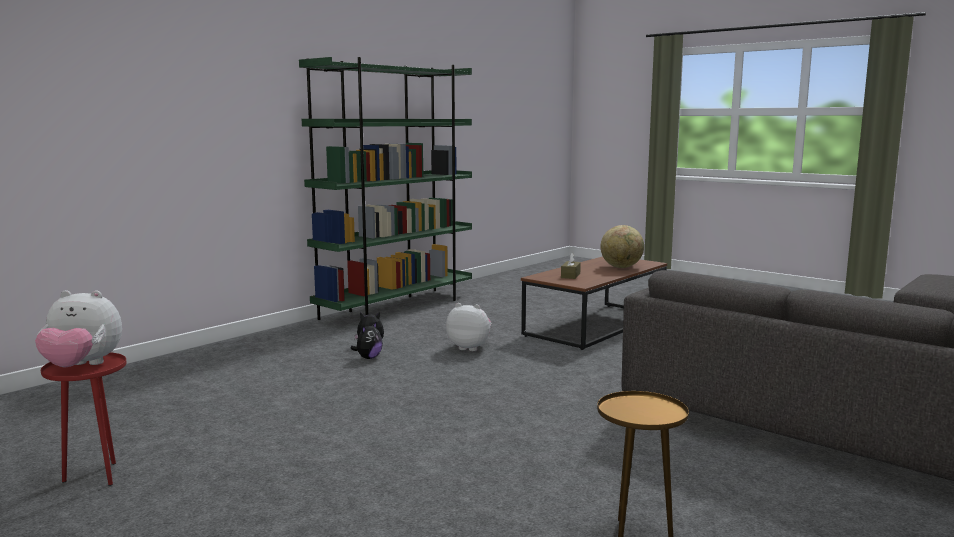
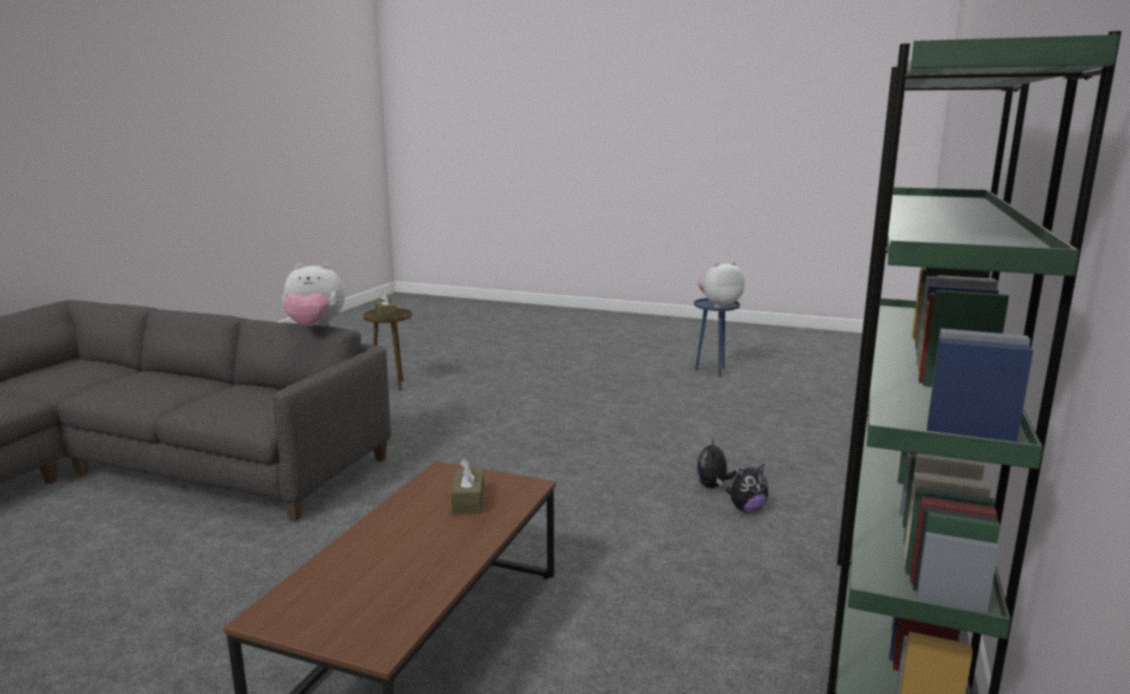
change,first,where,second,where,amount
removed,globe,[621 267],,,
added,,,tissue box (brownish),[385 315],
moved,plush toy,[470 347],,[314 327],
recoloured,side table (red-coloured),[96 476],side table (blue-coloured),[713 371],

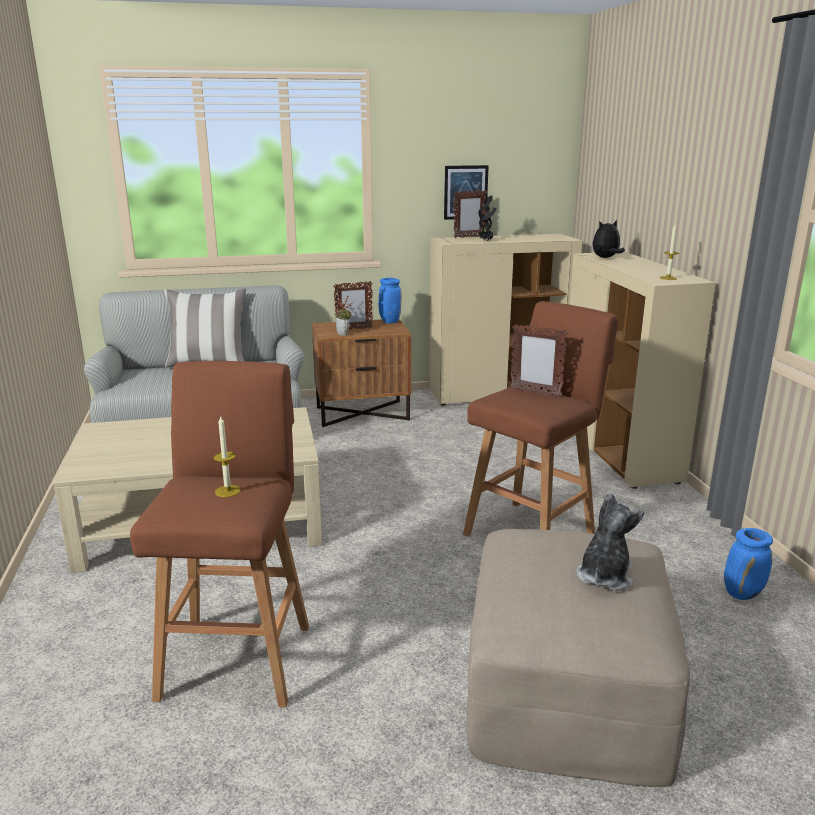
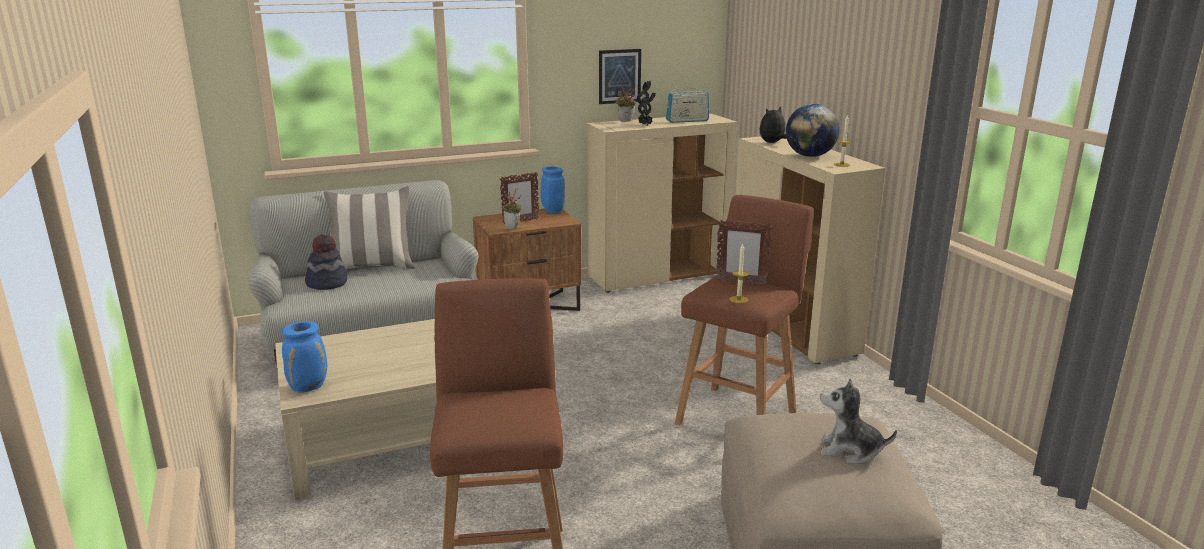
change,first,where,second,where,amount
added,,,wearable hat,[327 283],
added,,,radio set,[687 121],
added,,,globe,[810 156],
moved,wax candle,[227 491],,[738 299],
moved,flower vase (blue-coloured),[742 593],,[309 387],
replaced,standing frame,[469 237],houseplant,[625 121],
turned,plush toy,[604 576],,[850 451],90 degrees counterclockwise

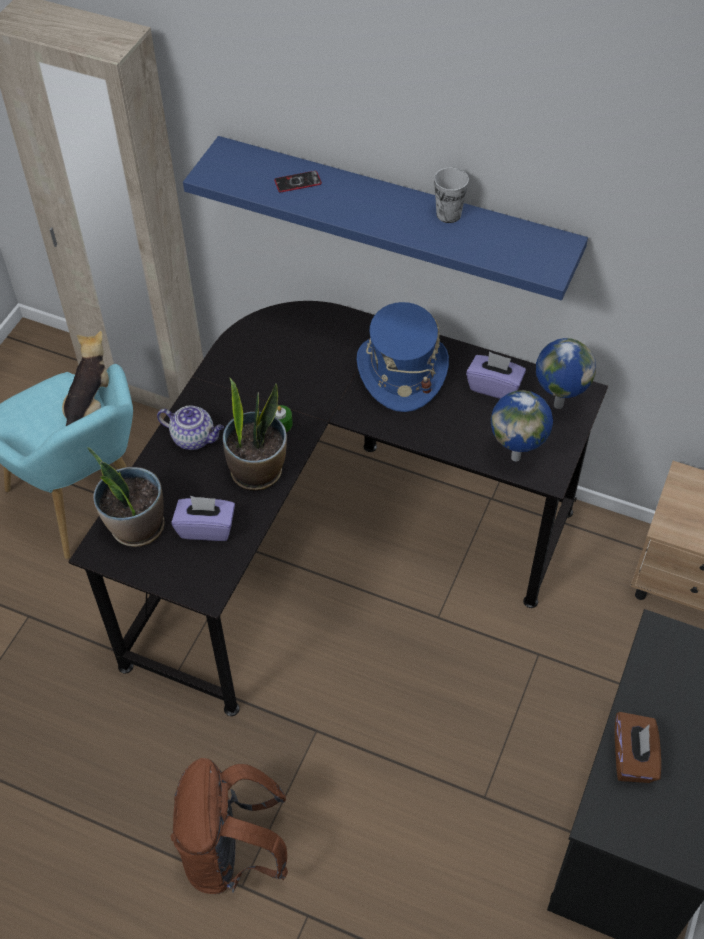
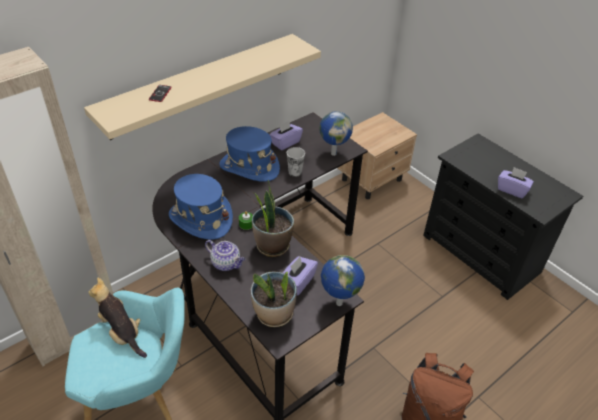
change,first,where,second,where,amount
added,,,wearable hat (blue-coloured),[200 219],
moved,small cup,[448 214],,[295 172],
moved,globe,[557 404],,[338 303],
recoloured,bracket shelf (blue-coloured),[395 211],bracket shelf (beige),[200 85],
recoloured,tissue box (brownish),[633 758],tissue box (purple-coloured),[512 190],
turned,tea pot,[194 438],,[226 264],75 degrees clockwise

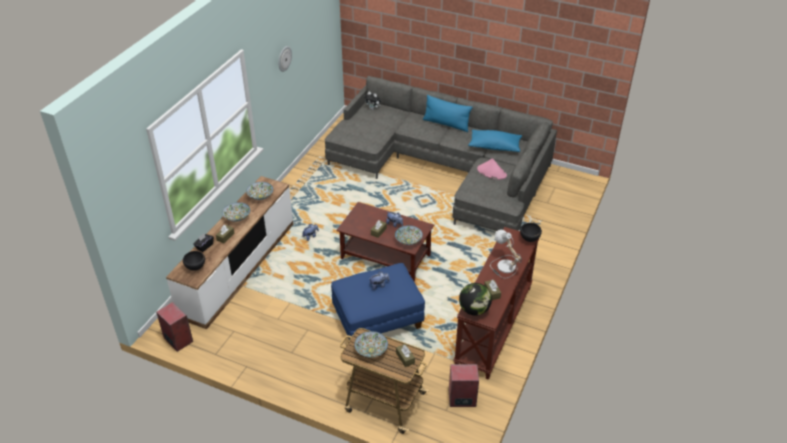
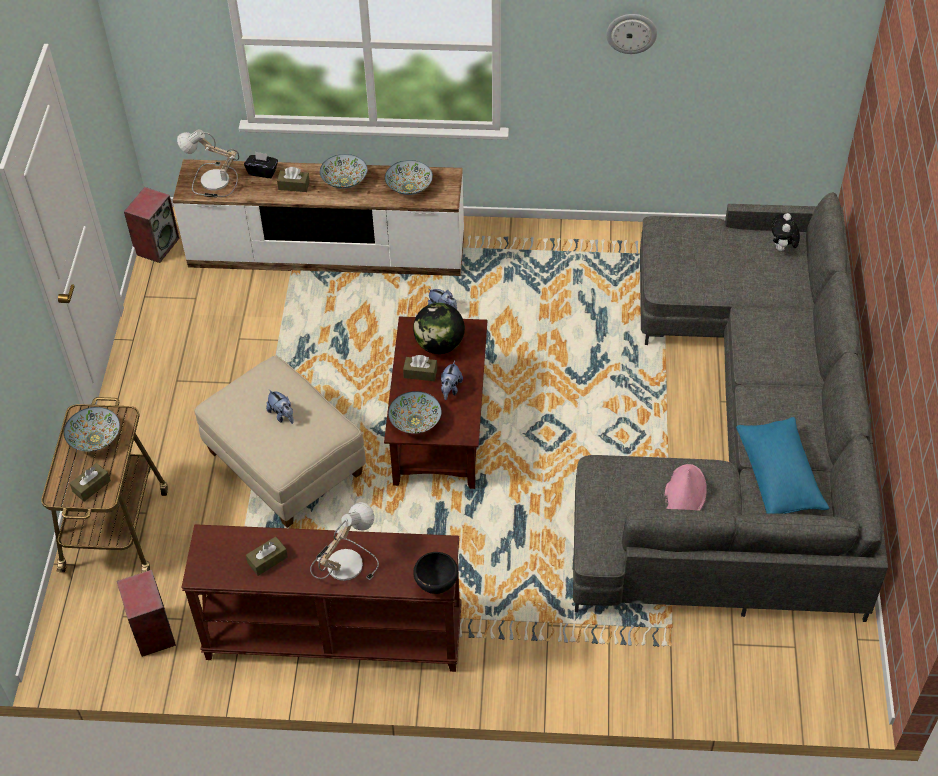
change,first,where,second,where,amount
removed,throw pillow (blue-coloured),[446 124],,,
moved,globe,[474 310],,[439 345],
replaced,deep dish (black-coloured),[196 268],tabletop lamp,[212 182],
recoloured,footrest (blue-coloured),[377 319],footrest (beige),[286 463],

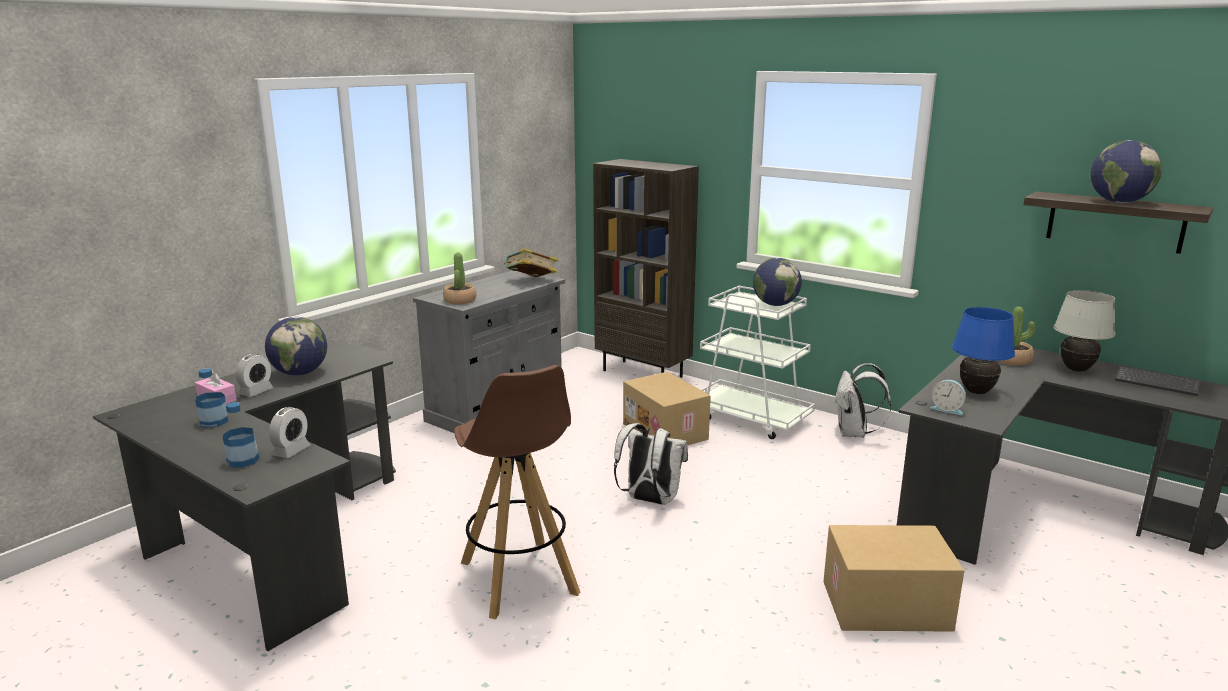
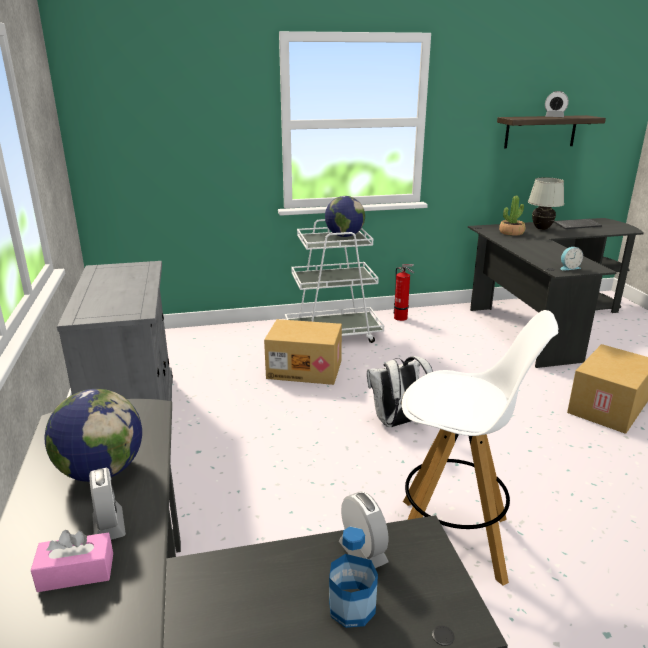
change,first,where,second,where,amount
removed,beverage bottle,[214 422],,,
removed,houseplant,[460 300],,,
removed,bound book,[531 281],,,
removed,shelving unit (brownish),[643 373],,,
removed,tabletop lamp (blue-coloured),[977 392],,,
replaced,knapsack (white-coloured),[854 433],fire-fighting cylinder,[402 318],
replaced,globe,[1119 202],bedside clock,[554 117],
recoloured,stool seat (brownish),[519 578],stool seat (white-coloured),[453 539],

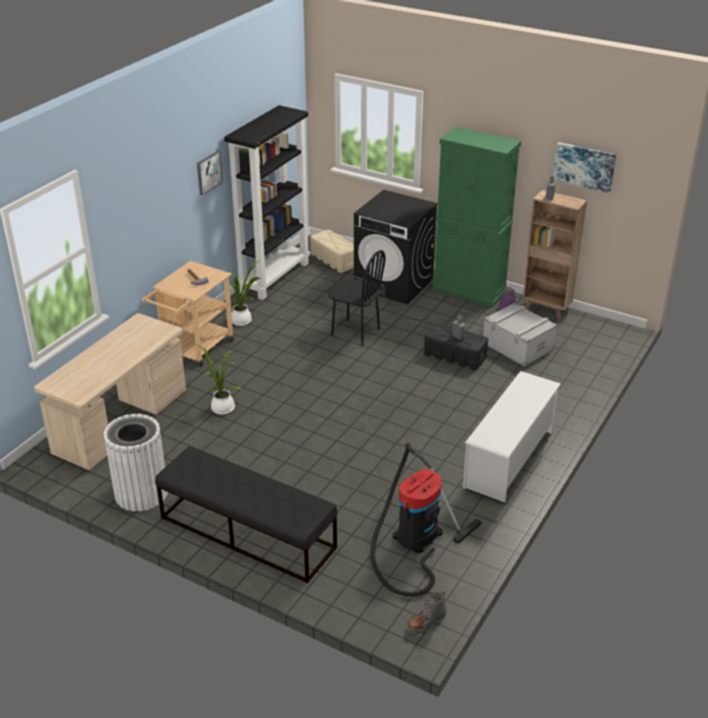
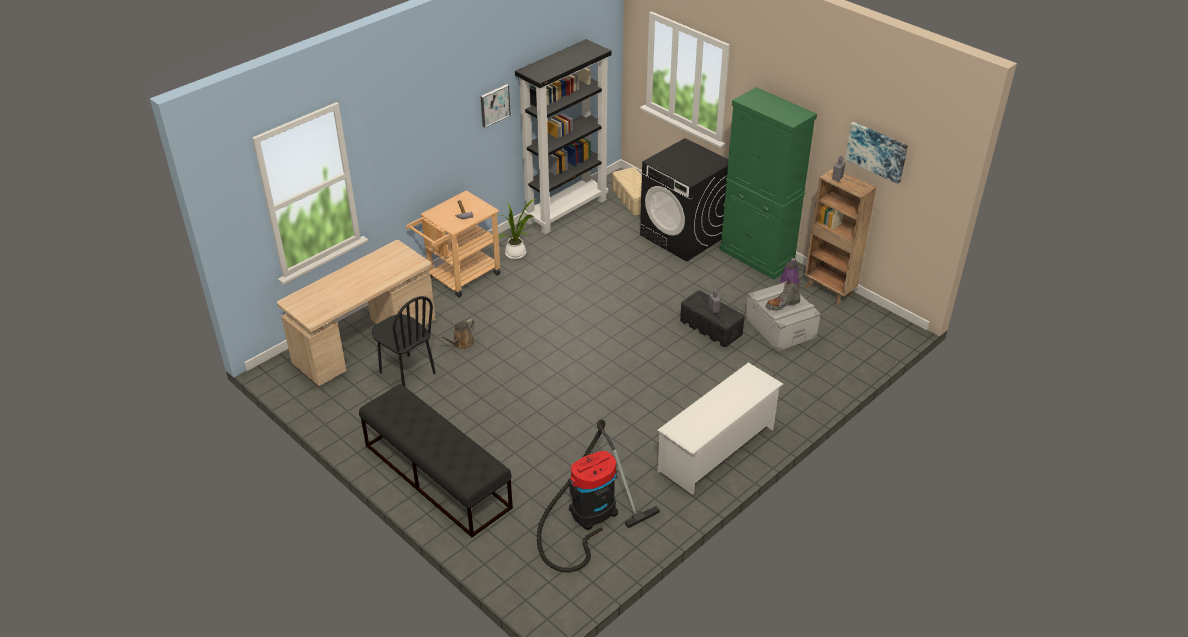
change,first,where,second,where,amount
removed,rubbish bin (white-coloured),[141 493],,,
moved,upright chair (black-coloured),[355 332],,[407 373],
moved,tall boot (grey),[425 622],,[782 304],
replaced,houseplant,[221 407],sprinkling can (brownish),[461 343],

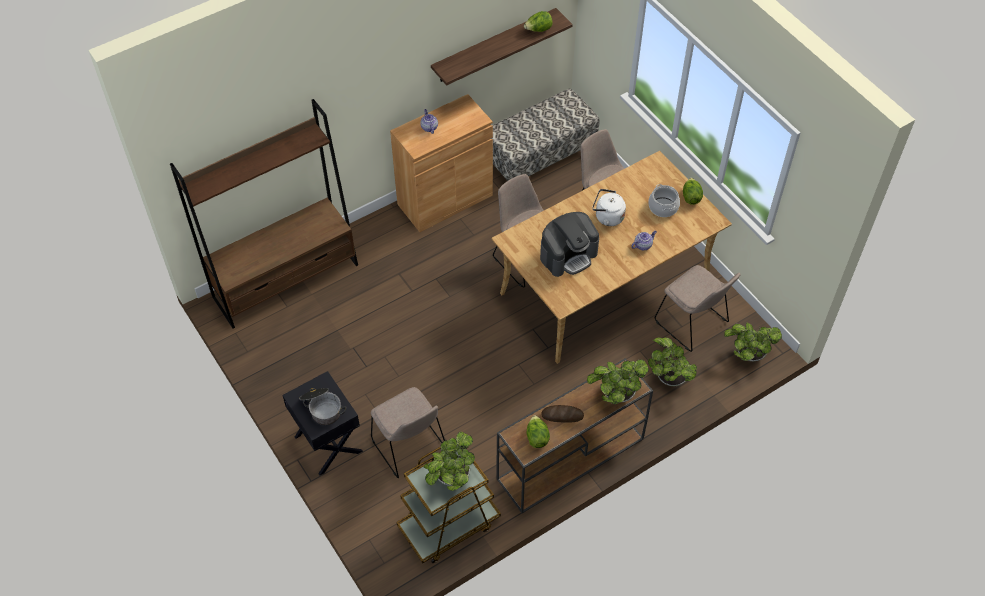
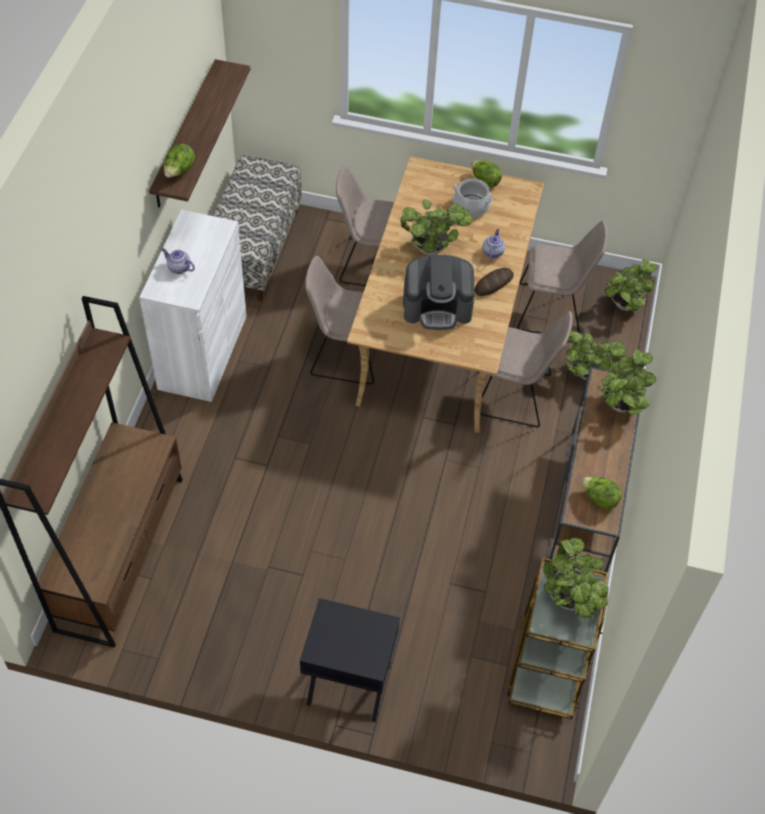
change,first,where,second,where,amount
removed,saucepot,[322 408],,,
moved,upright chair (beige),[410 446],,[516 395],
moved,lettuce,[538 30],,[179 171],
moved,bread,[562 415],,[493 284],
replaced,kettle (white-coloured),[607 217],houseplant,[433 248],
recoloured,cabinet (brownish),[445 200],cabinet (white-coloured),[203 352],
turned,coffee machine,[568 255],,[437 307],75 degrees clockwise

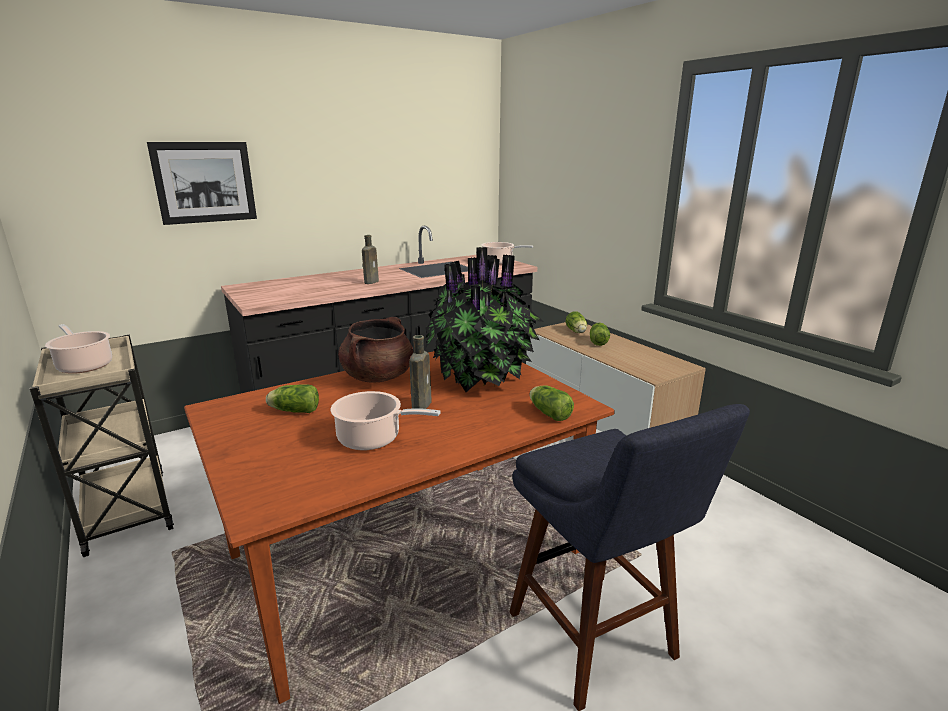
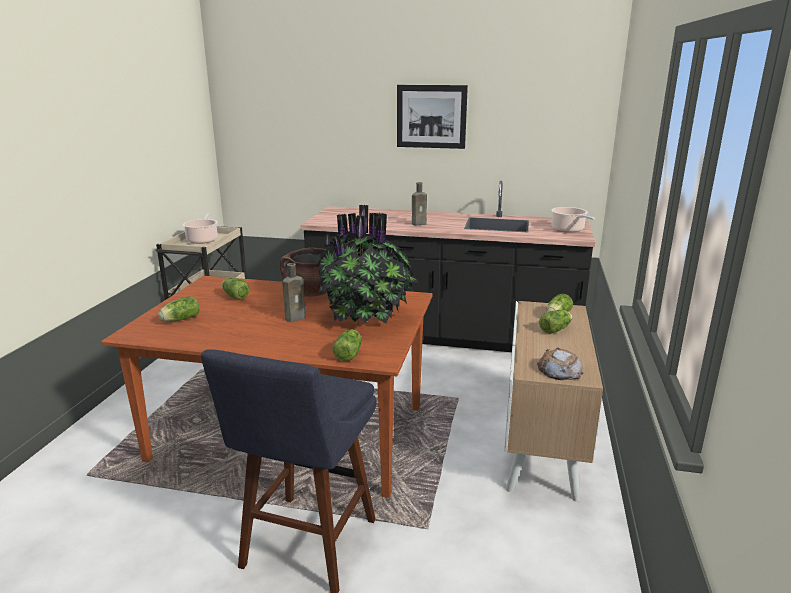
change,first,where,second,where,amount
removed,saucepot,[373 439],,,
added,,,lettuce,[179 320],
added,,,bread,[559 370],
moved,wall art,[205 182],,[431 116],

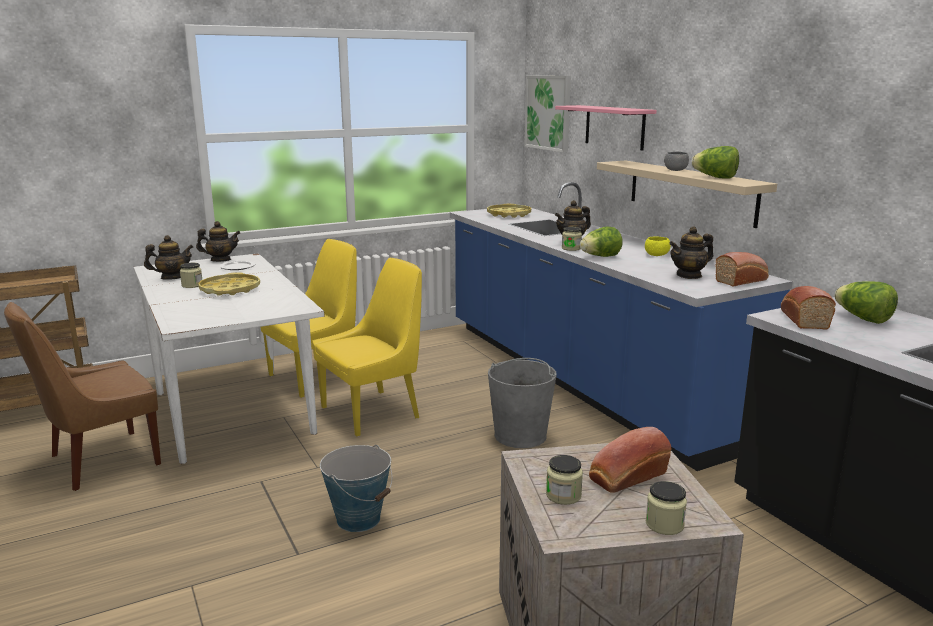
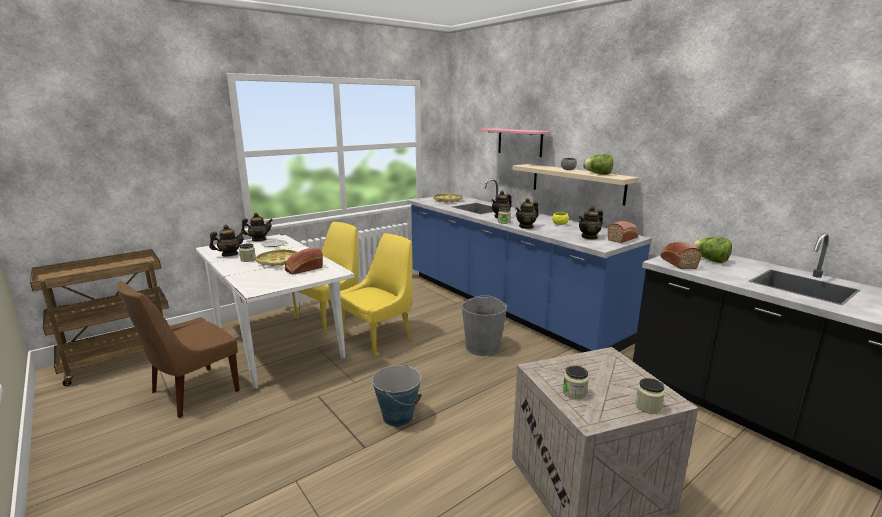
change,first,where,second,where,amount
removed,wall art,[548 112],,,
moved,bread,[626 477],,[303 269],
replaced,lettuce,[600 257],tea pot,[526 227],

